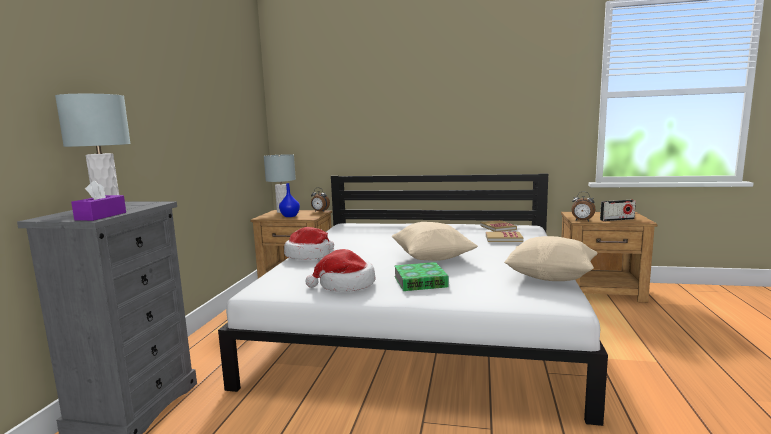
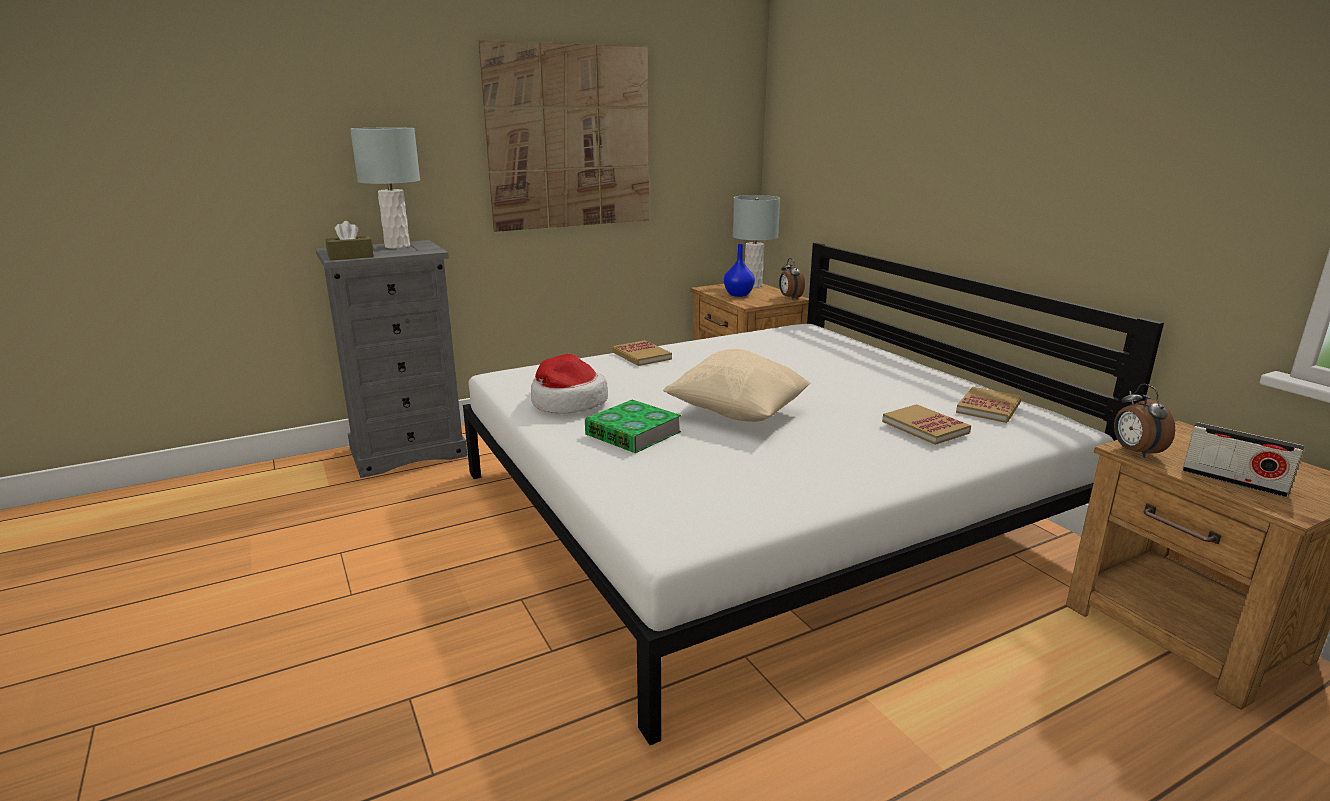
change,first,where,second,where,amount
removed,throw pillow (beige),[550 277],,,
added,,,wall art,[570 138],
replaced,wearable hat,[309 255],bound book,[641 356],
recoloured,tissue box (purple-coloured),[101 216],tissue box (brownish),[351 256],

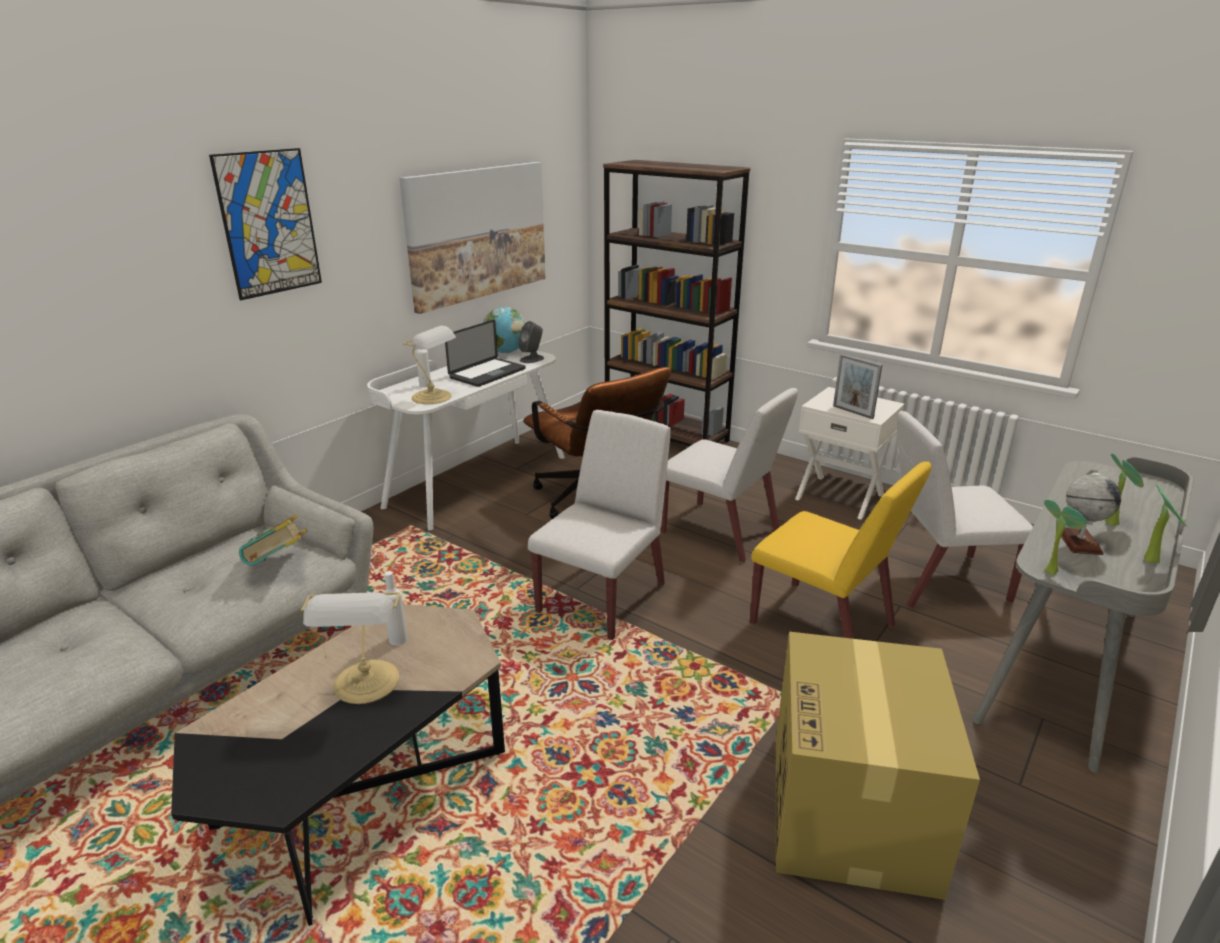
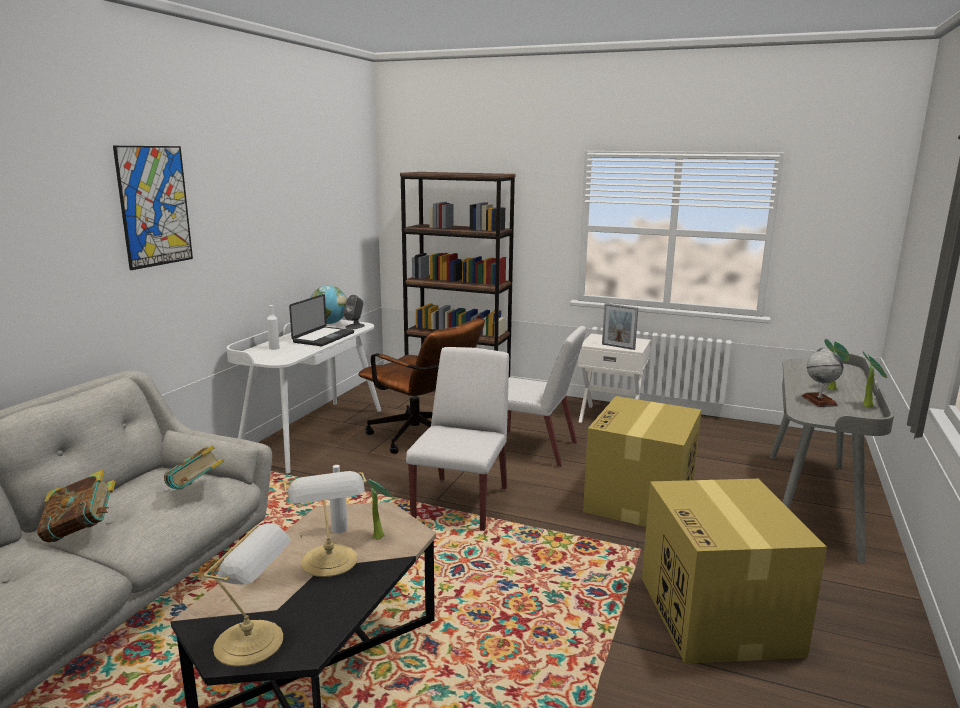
change,first,where,second,where,amount
removed,wall art,[477 233],,,
removed,upright chair (white-coloured),[939 581],,,
added,,,bound book,[81 530],
moved,tabletop lamp,[433 397],,[252 643],
moved,houseplant,[1049 570],,[378 535],
replaced,upright chair (yellow-coloured),[823 625],carton,[640 500],

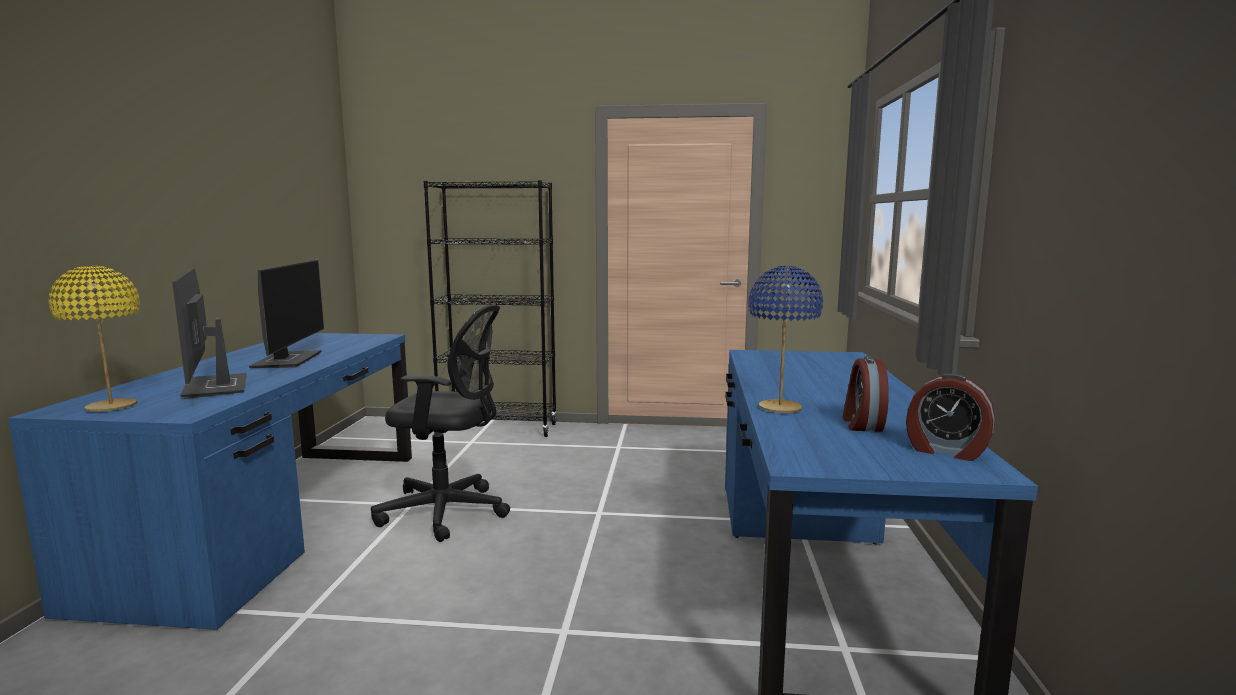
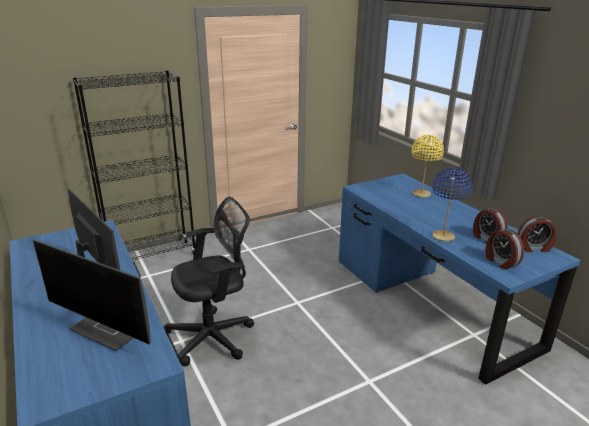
change,first,where,second,where,amount
added,,,bedside clock,[500 262],
moved,tabletop lamp (yellow-coloured),[111 407],,[421 194],

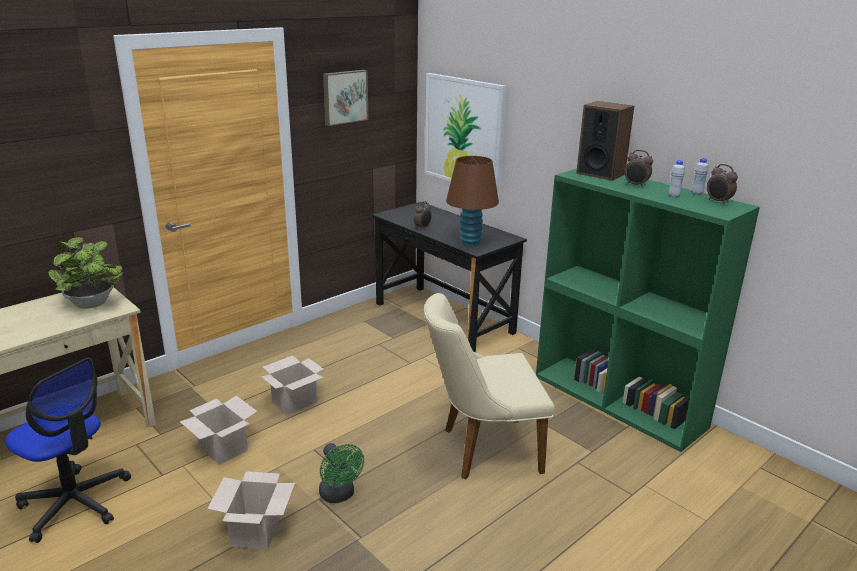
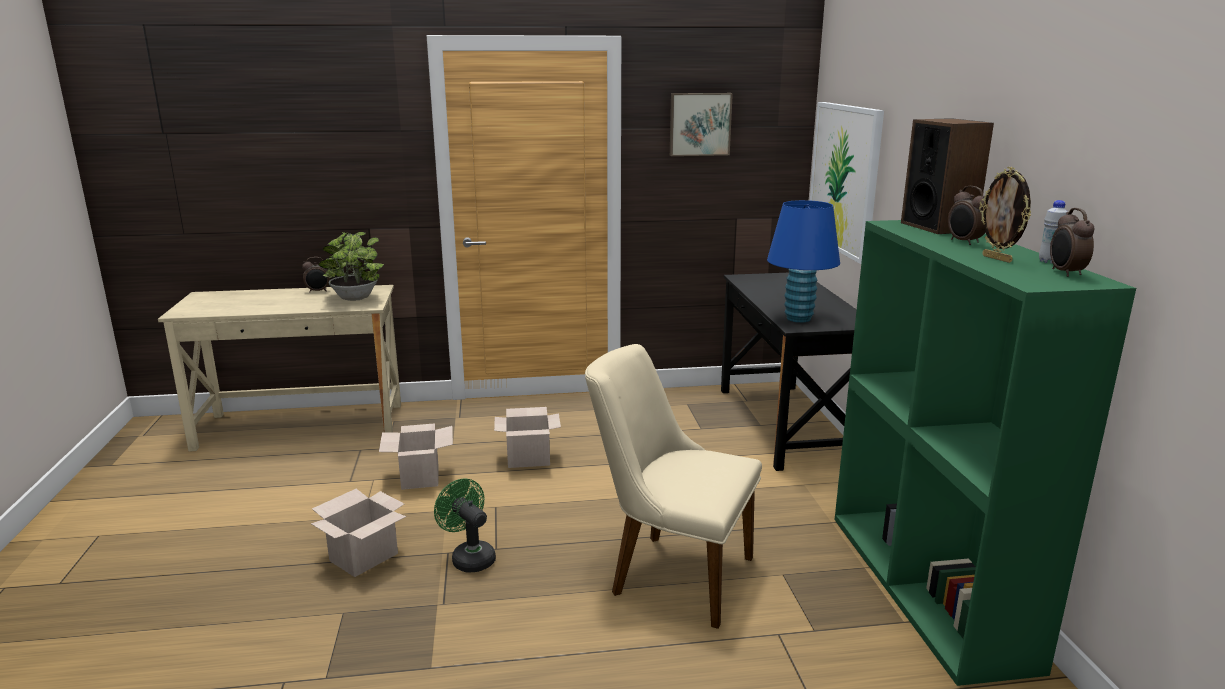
change,first,where,second,where,amount
removed,computer chair,[75 503],,,
moved,bedside clock,[423 228],,[318 291],
replaced,beverage bottle (white-coloured),[673 196],standing frame,[997 259],
recoloured,tabletop lamp (brownish),[470 243],tabletop lamp (blue-coloured),[798 318],
turned,cooling fan (green),[339 495],,[469 557],135 degrees clockwise

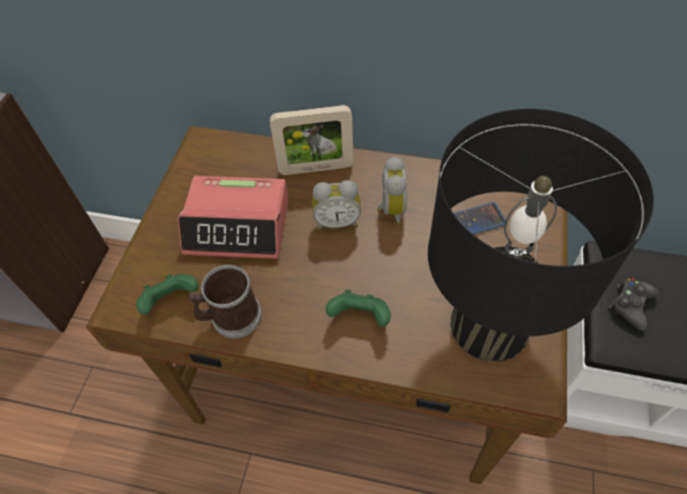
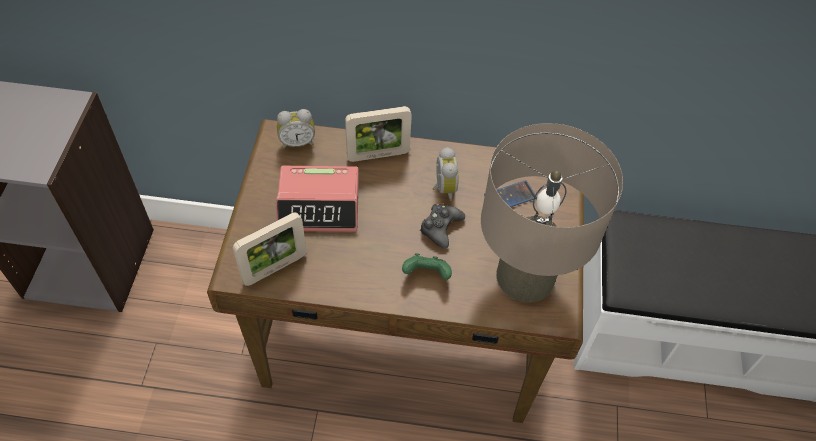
change,first,where,second,where,amount
removed,coffee mug,[231 317],,,
moved,bedside clock,[337 221],,[297 142],
moved,game controller (black-coloured),[630 305],,[440 228],
replaced,game controller (green),[171 301],standing frame,[275 268],
recoloured,tabletop lamp (black-coloured),[489 325],tabletop lamp (beige),[525 276],

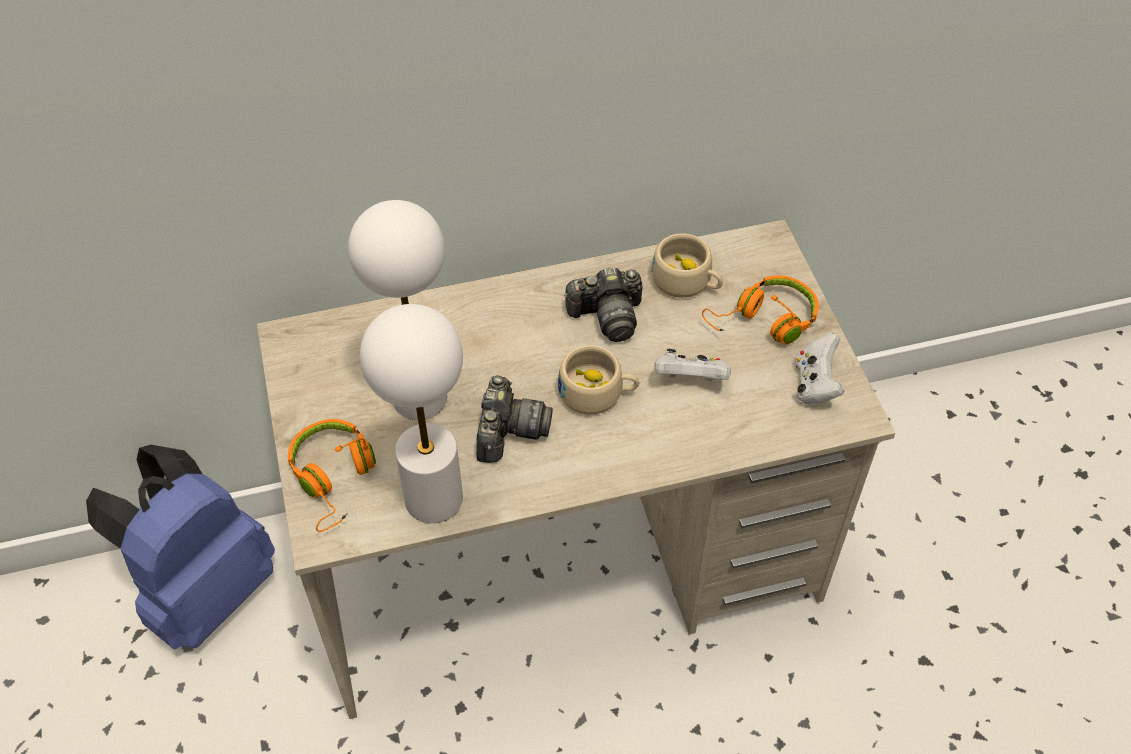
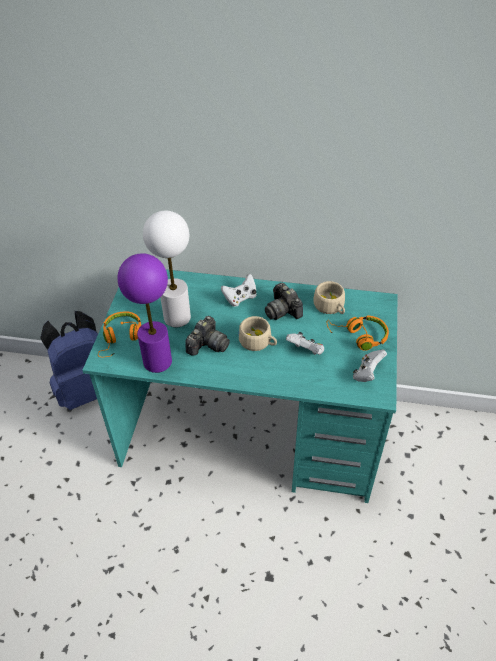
change,first,where,second,where,amount
added,,,game controller (white-coloured),[240 298],
recoloured,desk (beige),[565 562],desk (turquoise-coloured),[250 436],
recoloured,tabletop lamp (white-coloured),[434 499],tabletop lamp (purple-coloured),[157 362],
turned,still camera,[607 316],,[283 310],45 degrees clockwise

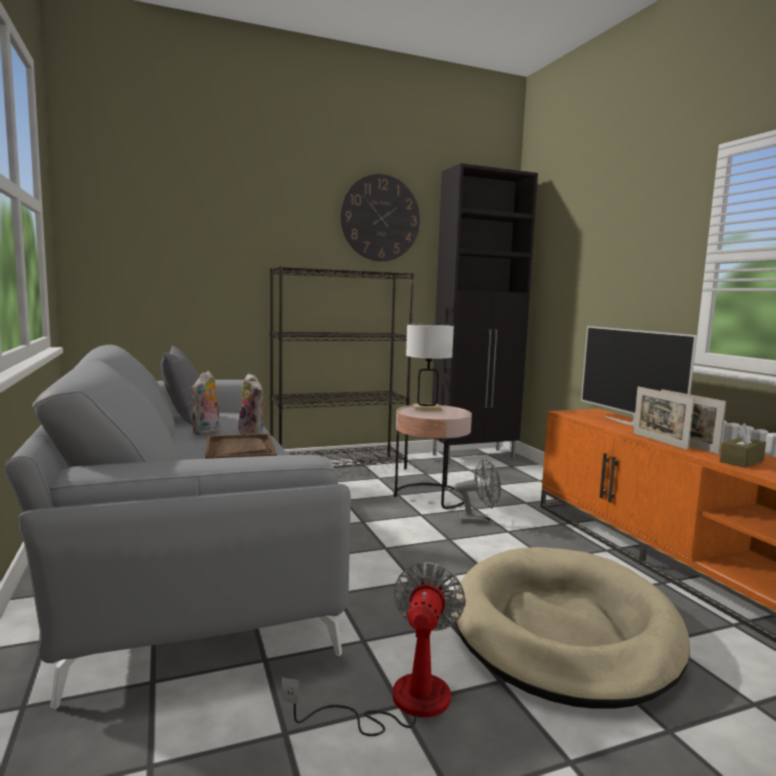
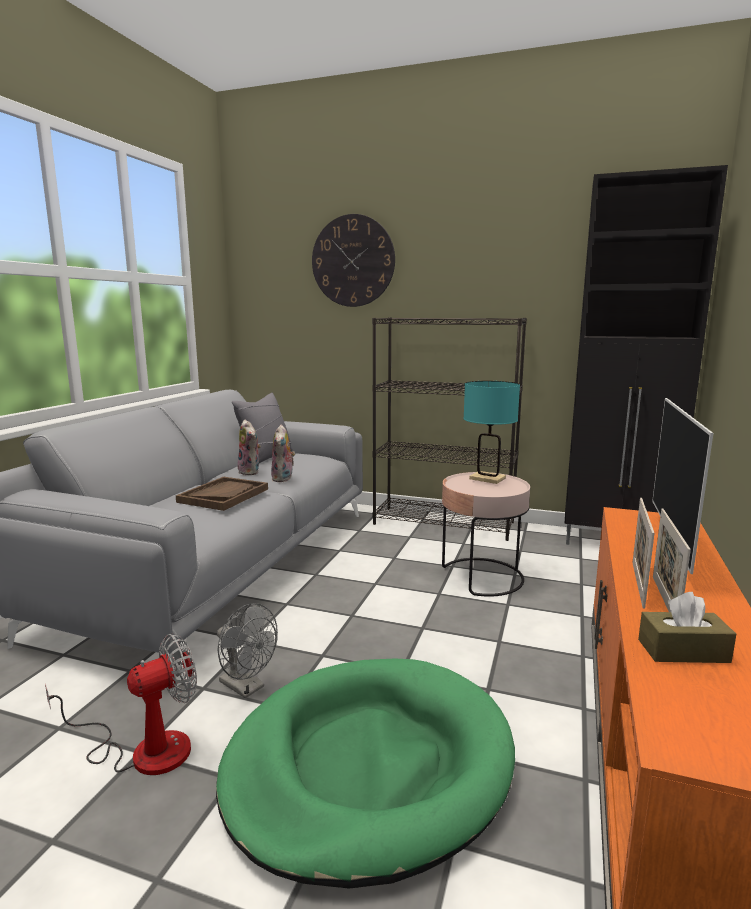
change,first,where,second,where,amount
moved,clock on the wall,[380 218],,[353 261],
moved,cooling fan (grey),[479 520],,[247 687],
recoloured,tabletop lamp (white-coloured),[427 408],tabletop lamp (turquoise-coloured),[487 478],
recoloured,dog cushion (beige),[564 629],dog cushion (green),[368 766],
turned,plush toy,[207 432],,[251 472],90 degrees counterclockwise

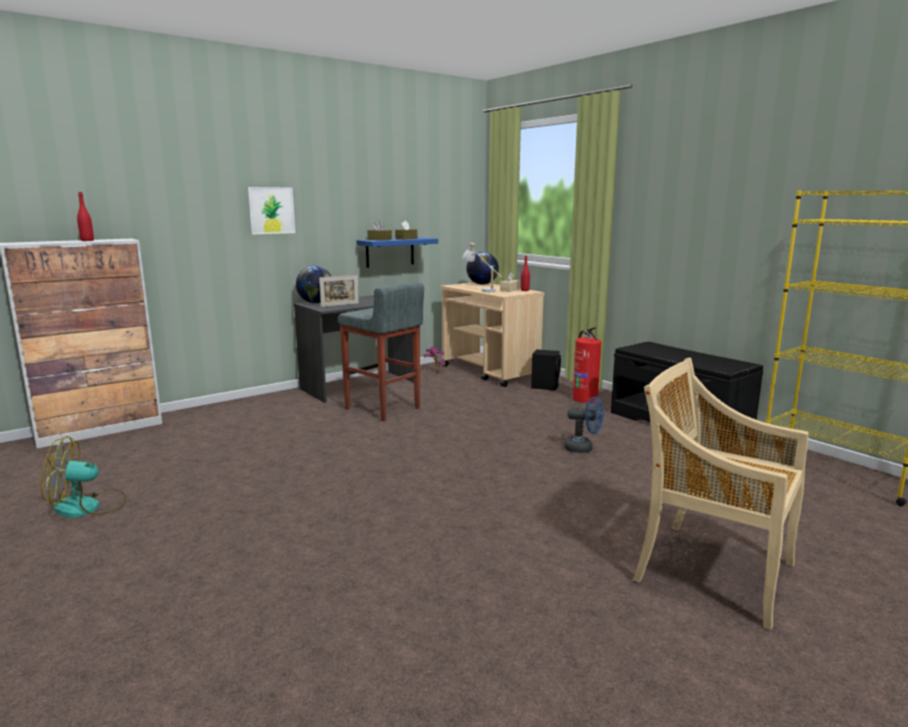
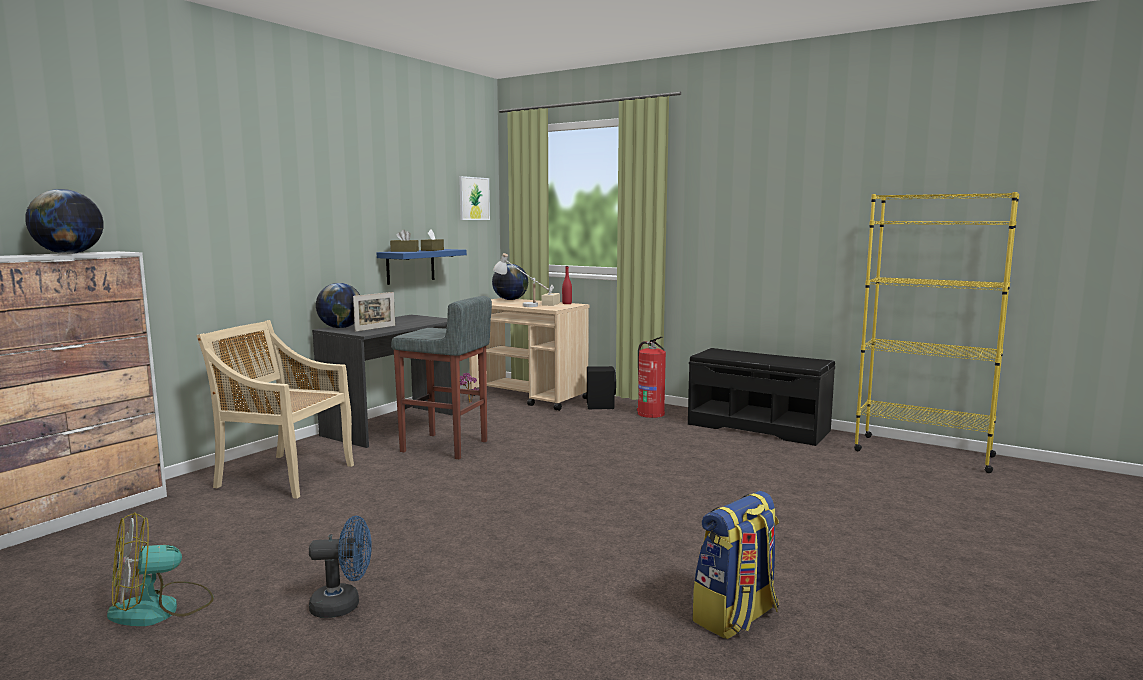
change,first,where,second,where,amount
added,,,knapsack,[736 617],
moved,wall art,[271 210],,[474 198],
moved,cooling fan (blue-coloured),[583 448],,[343 605],
moved,upright chair (beige),[711 570],,[284 476],
replaced,beverage bottle (red-coloured),[87 240],globe,[69 254],

